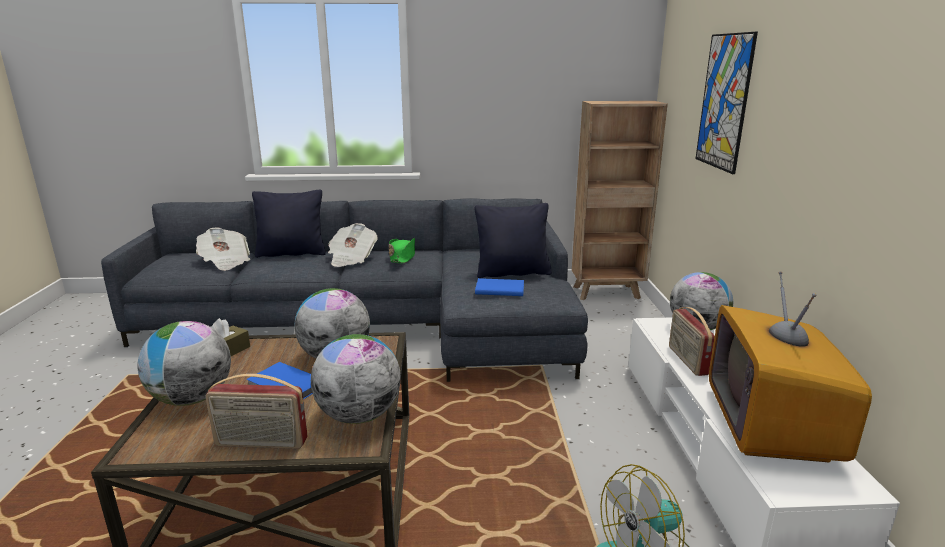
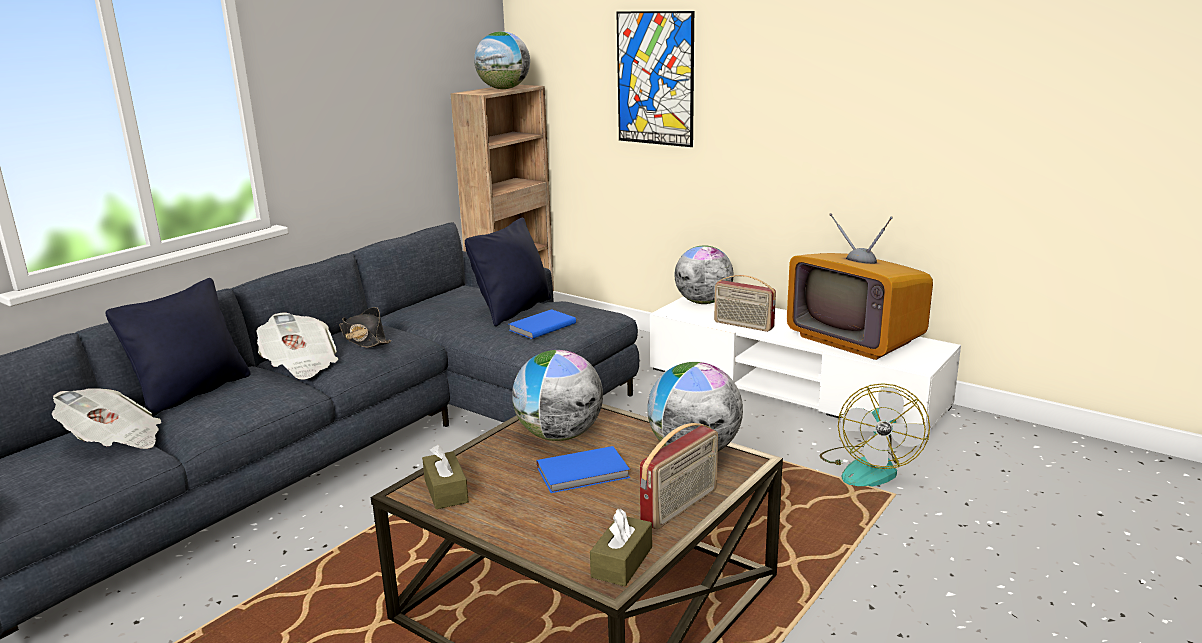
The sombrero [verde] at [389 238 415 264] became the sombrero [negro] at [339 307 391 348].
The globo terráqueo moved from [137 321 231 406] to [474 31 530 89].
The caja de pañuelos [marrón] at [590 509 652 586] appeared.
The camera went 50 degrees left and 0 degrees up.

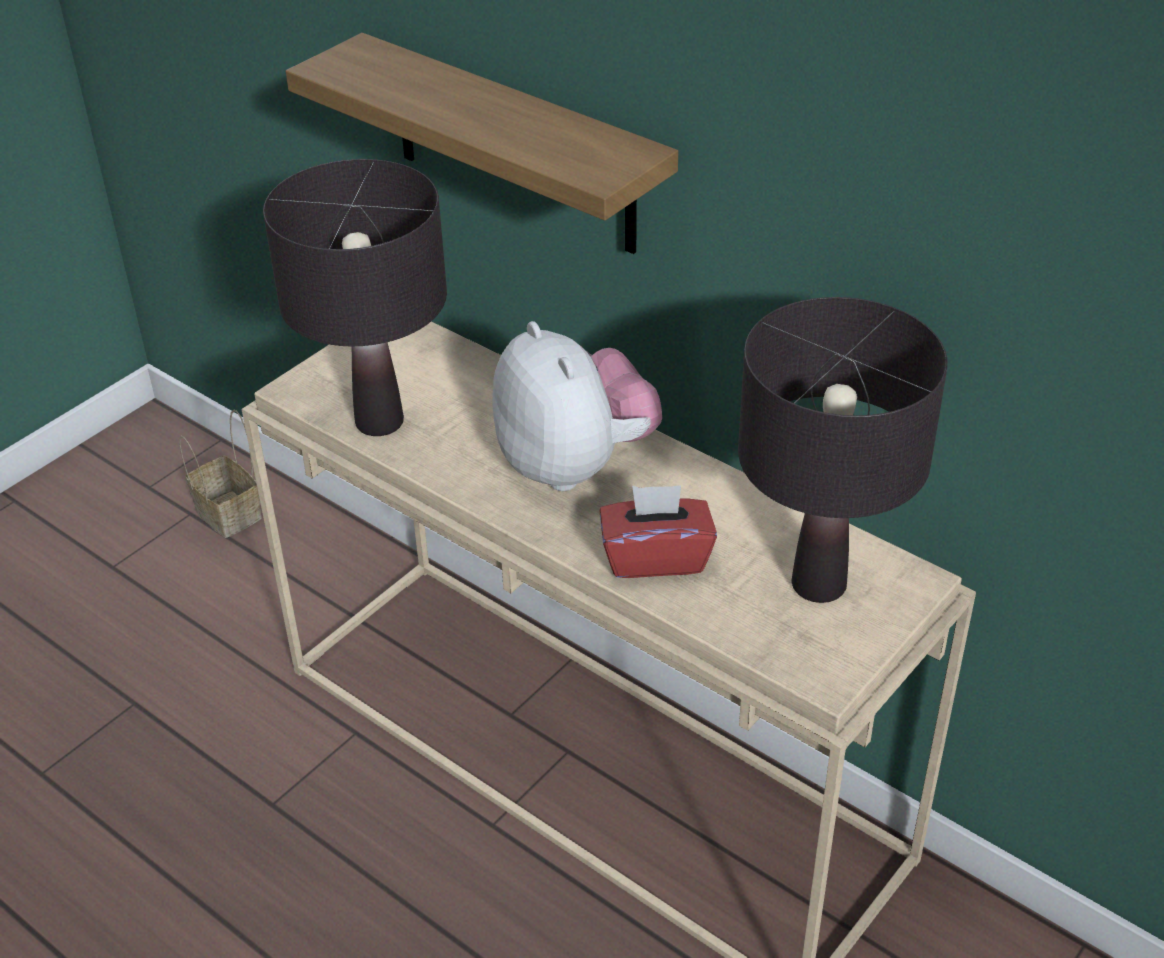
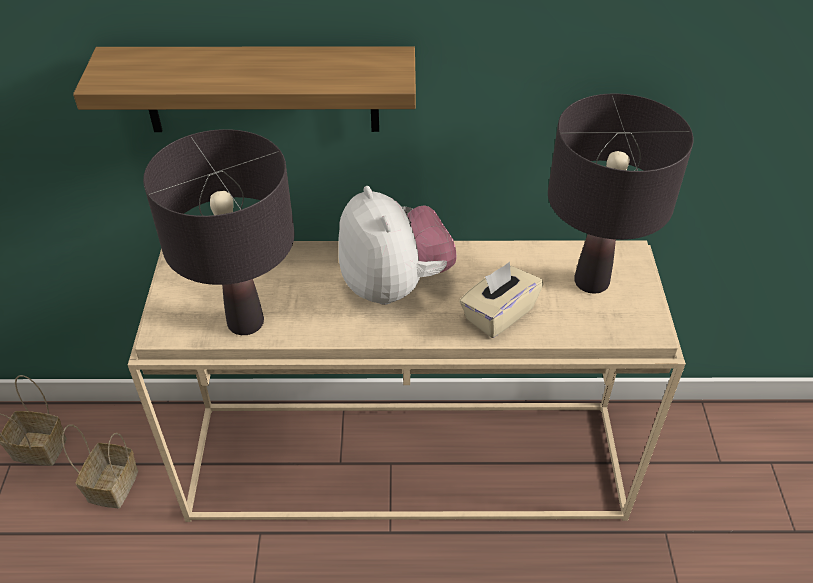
The peluche at [492 321 662 491] turned 45 degrees clockwise.
The caja de pañuelos [rojo] at [599 485 717 578] became the caja de pañuelos [beis] at [459 262 543 338].
The cesta at [62 424 138 508] appeared.
The camera went 40 degrees left and 5 degrees up.

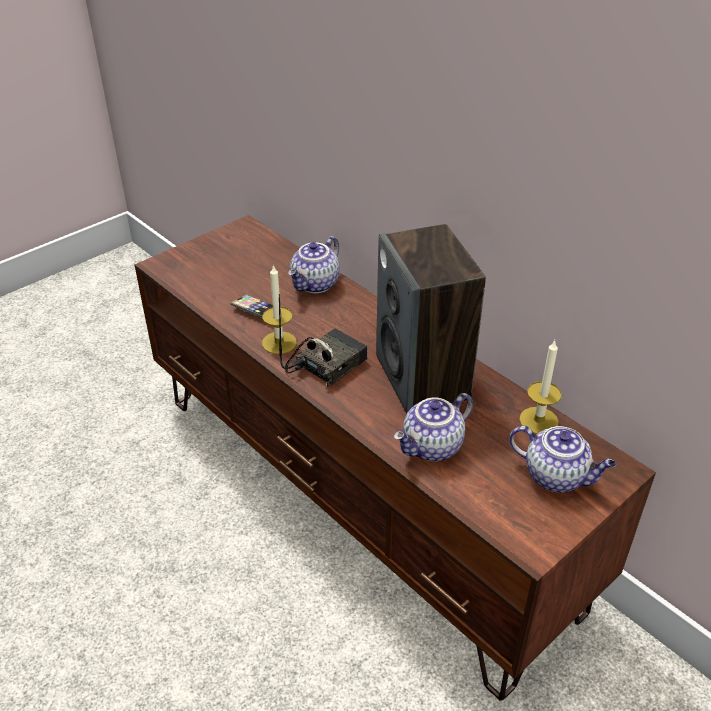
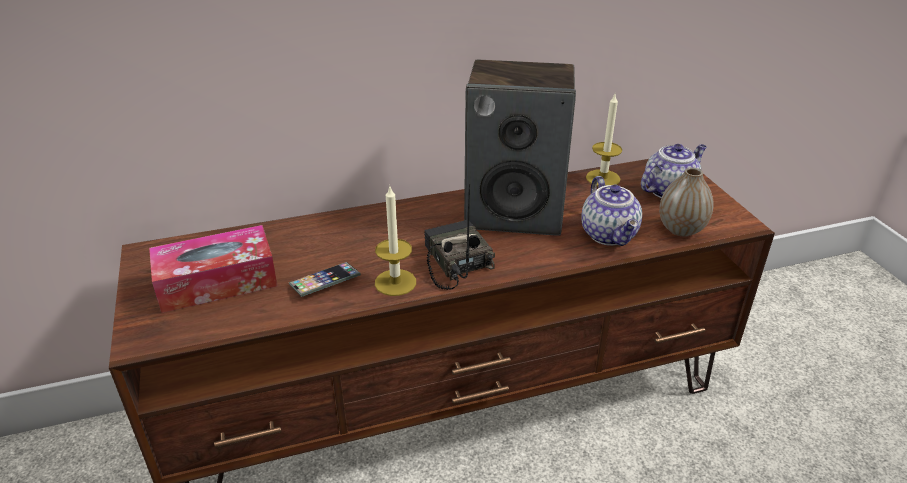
The tetera at [288 236 340 293] disappeared.
The florero at [659 167 714 237] appeared.
The caja de pañuelos at [149 225 278 313] appeared.
The camera went 65 degrees left and 5 degrees down.

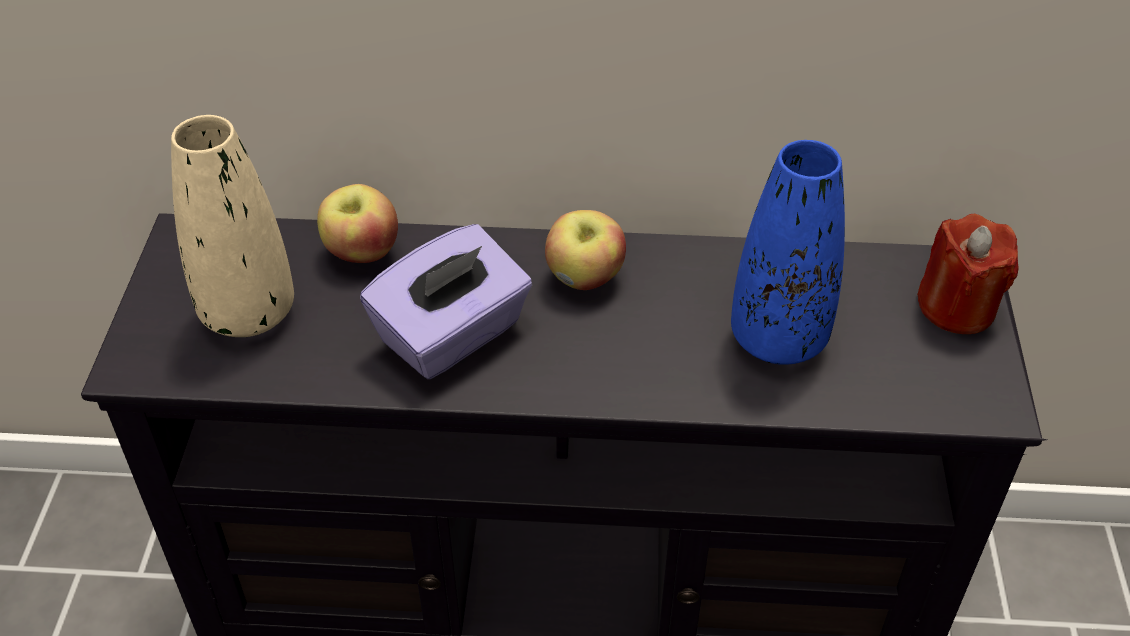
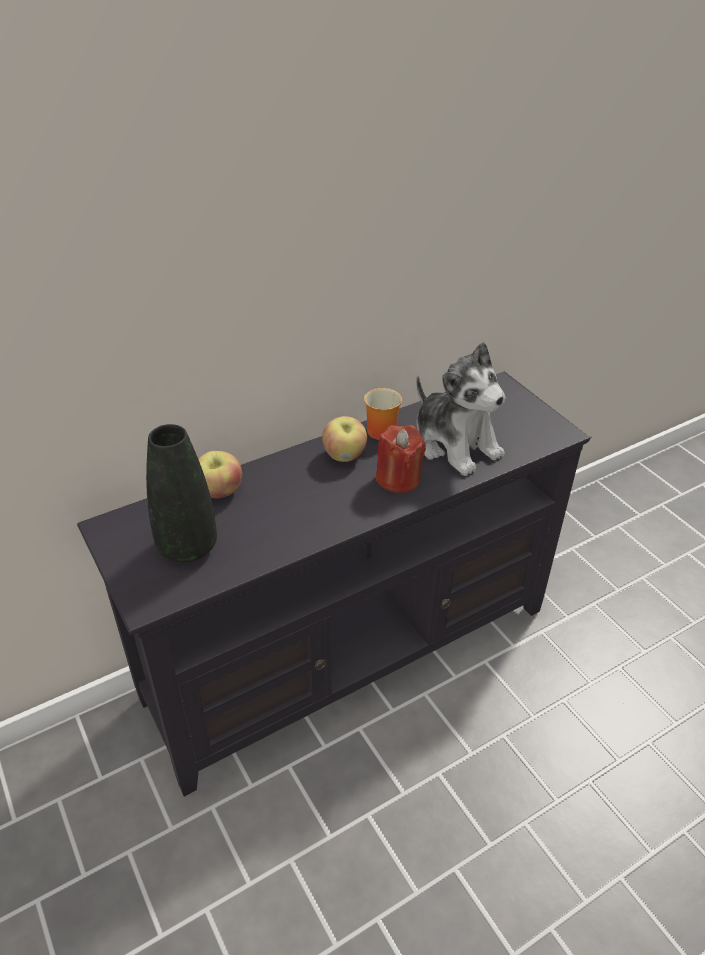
The florero [beis] at [171 115 294 337] became the florero [negro] at [146 424 217 562].
The florero [azul] at [731 140 845 365] was replaced by the peluche at [416 342 506 476].
The vela [rojo] moved from [917 214 1019 334] to [376 425 426 493].
The caja de pañuelos [morado] at [360 224 532 379] disappeared.
The taza grande at [364 388 402 440] appeared.
The camera went 35 degrees left and 5 degrees down.

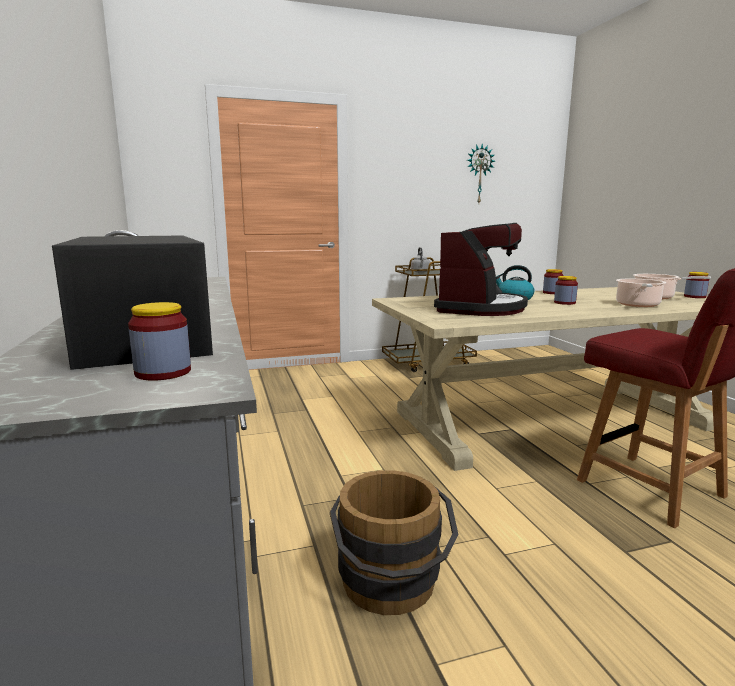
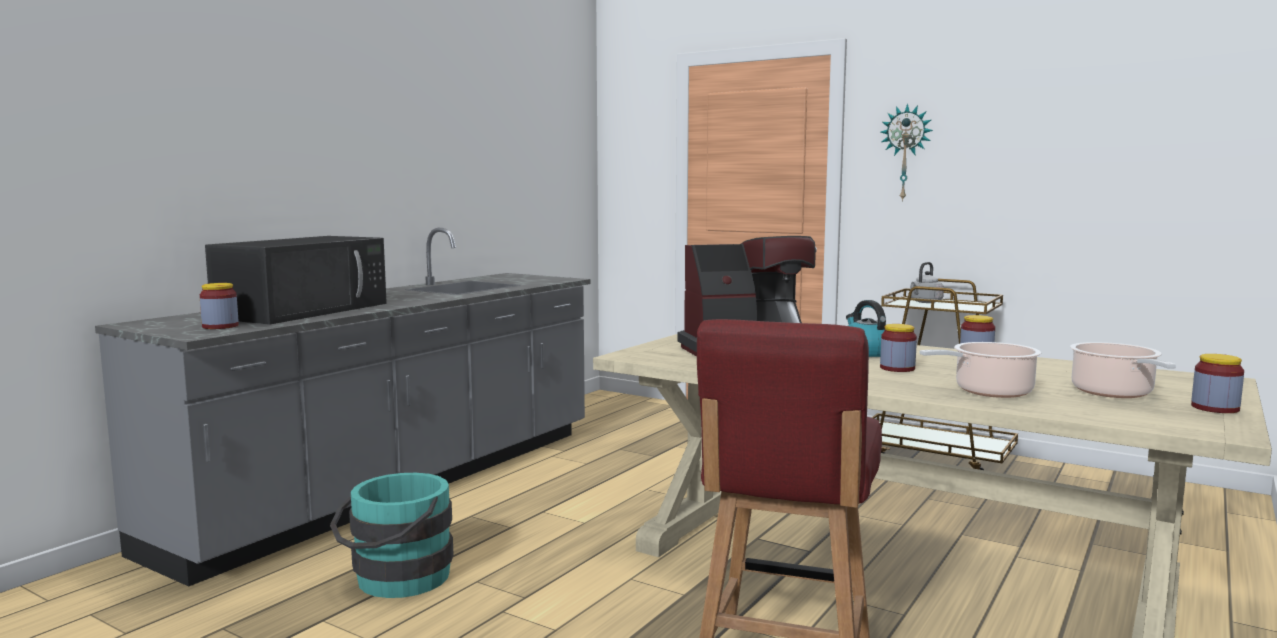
The reloj de pared moved from [467 144 495 203] to [881 103 933 202].
The cubo [marrón] at [330 470 458 615] became the cubo [turquesa] at [330 473 453 598].
The camera went 50 degrees right and 5 degrees down.

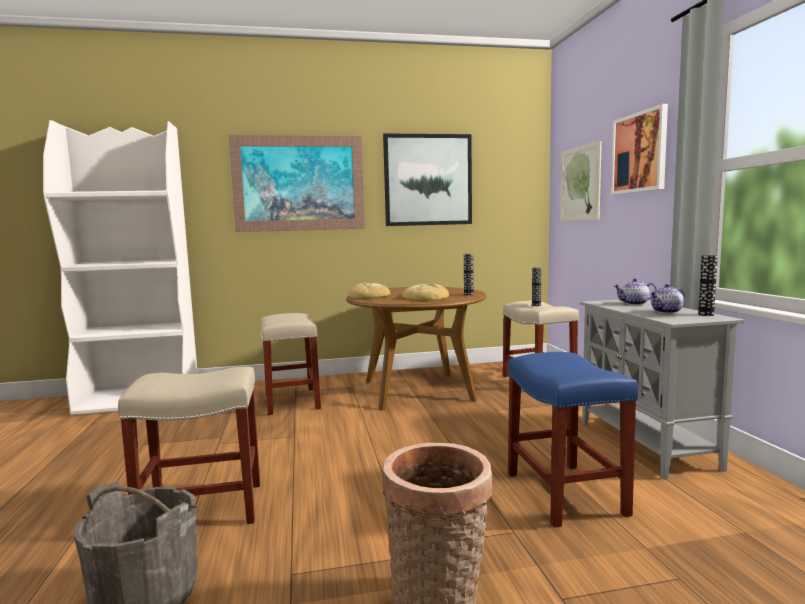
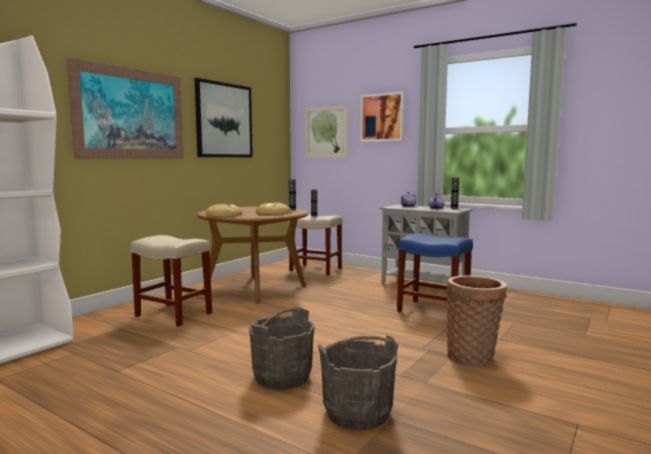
The taburete [beis] at [118 367 260 524] was replaced by the cubo [gris] at [249 307 315 390].
The camera went 45 degrees left and 0 degrees up.

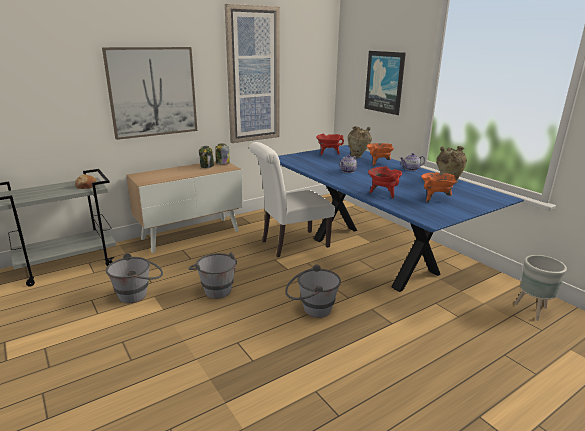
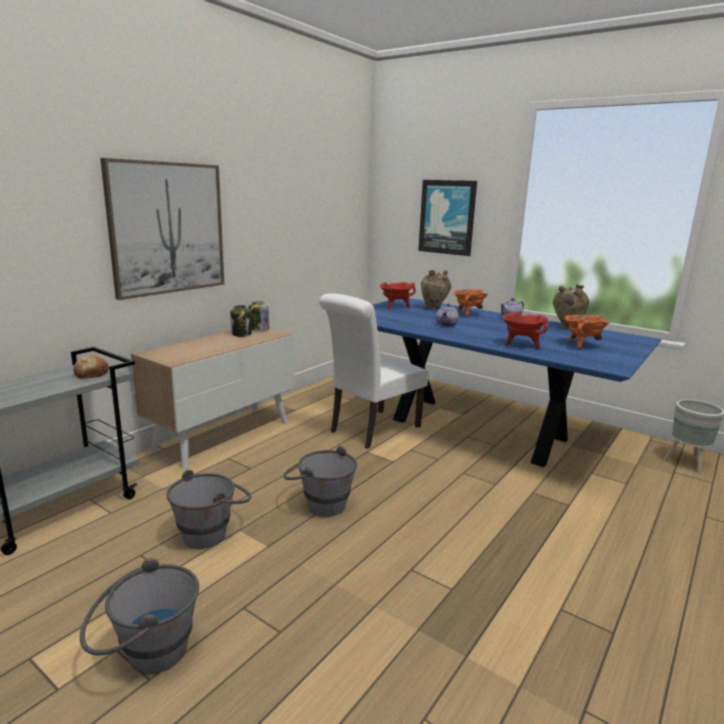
The cuadro at [225 4 280 143] disappeared.
The cubo [gris] moved from [285 264 341 318] to [80 558 199 674].
The camera went 20 degrees left and 5 degrees down.

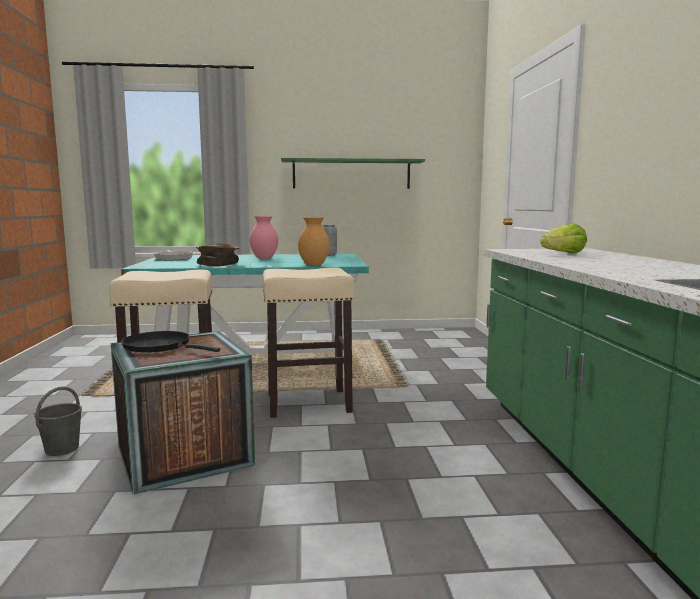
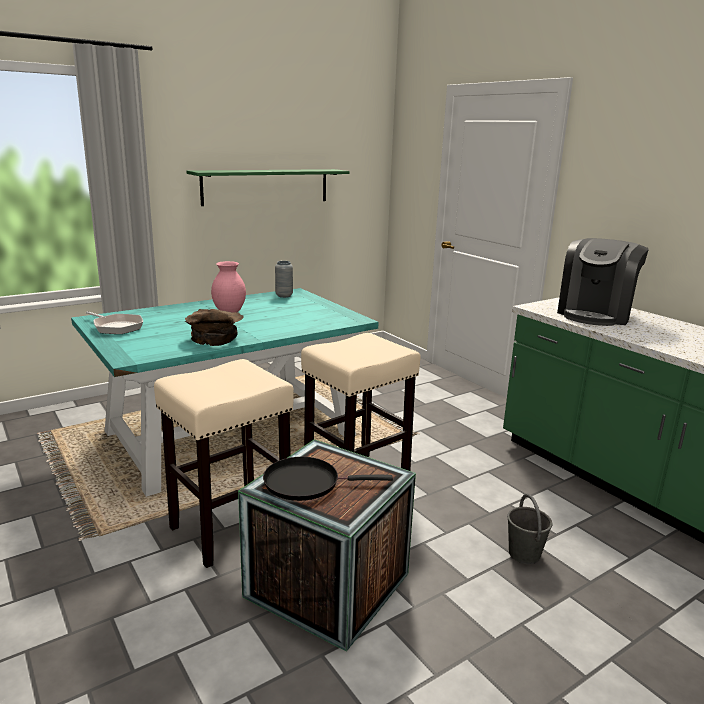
The florero [marrón] at [298 217 330 266] disappeared.
The lechuga at [540 223 587 254] was replaced by the cafetera at [557 238 649 326].
The cubo [gris] moved from [34 386 82 456] to [507 493 552 564].
The camera went 30 degrees left and 10 degrees up.

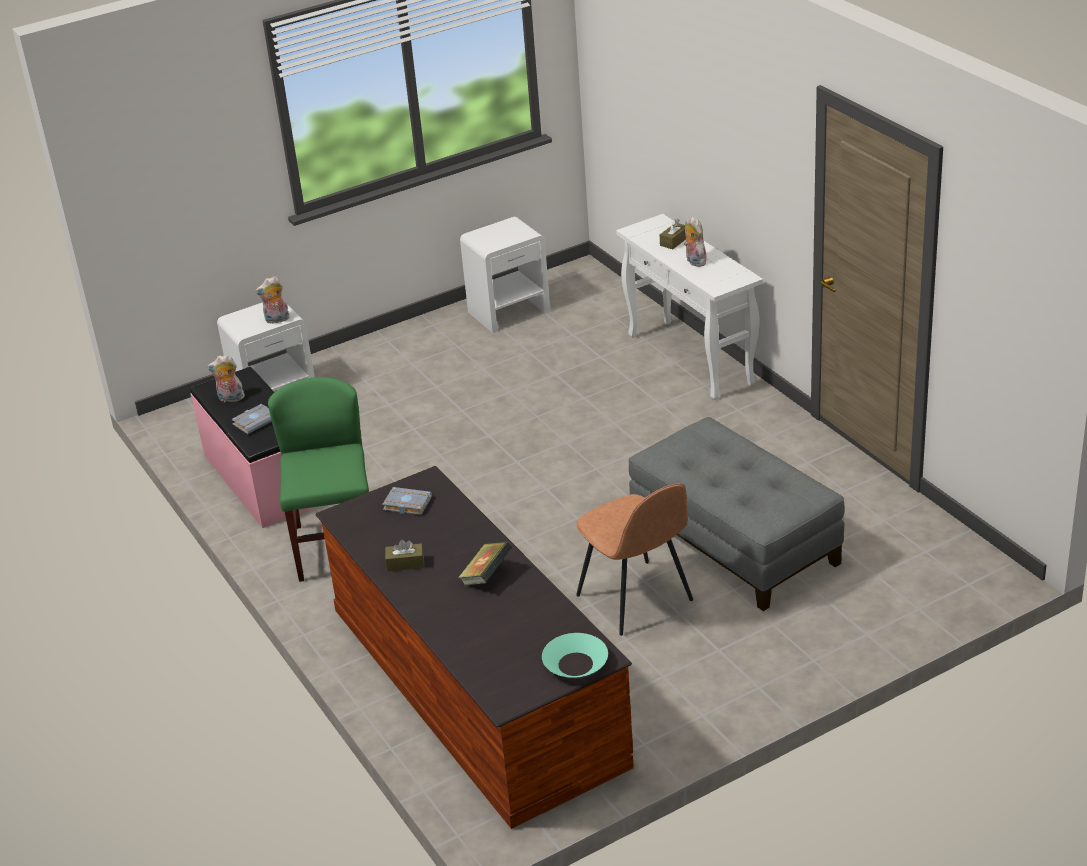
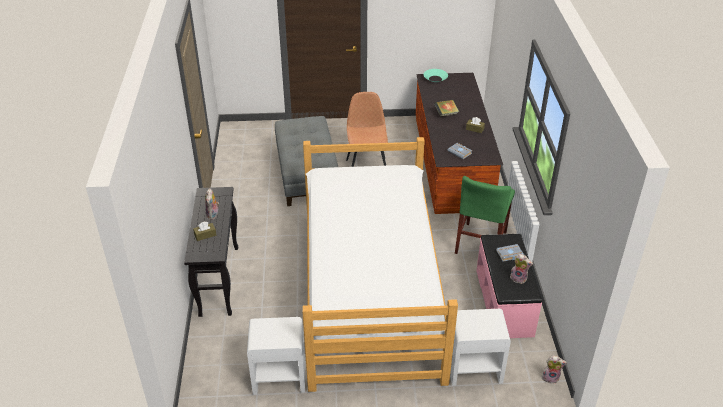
The mesa consola [blanco] at [616 214 763 400] became the mesa consola [negro] at [184 187 238 317].
The peluche moved from [255 276 290 324] to [542 355 567 384].
The cama at [302 137 458 392] appeared.
The camera went 155 degrees left and 5 degrees up.

